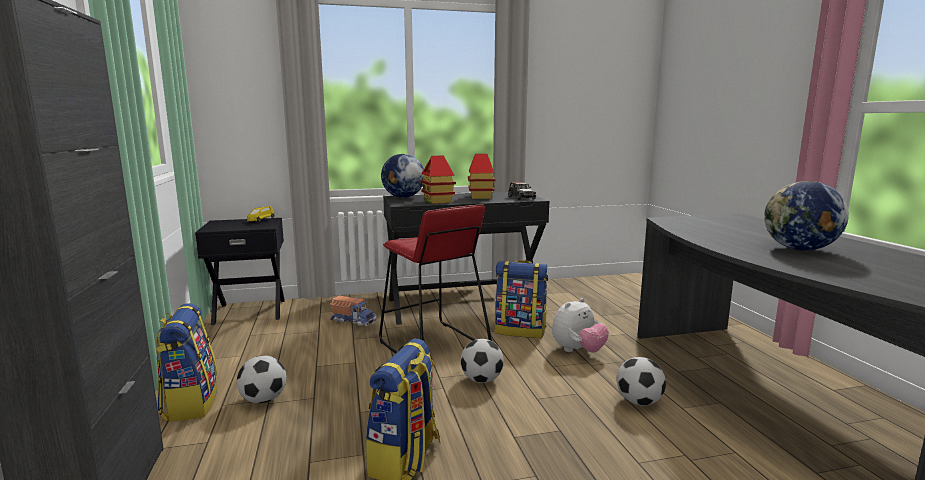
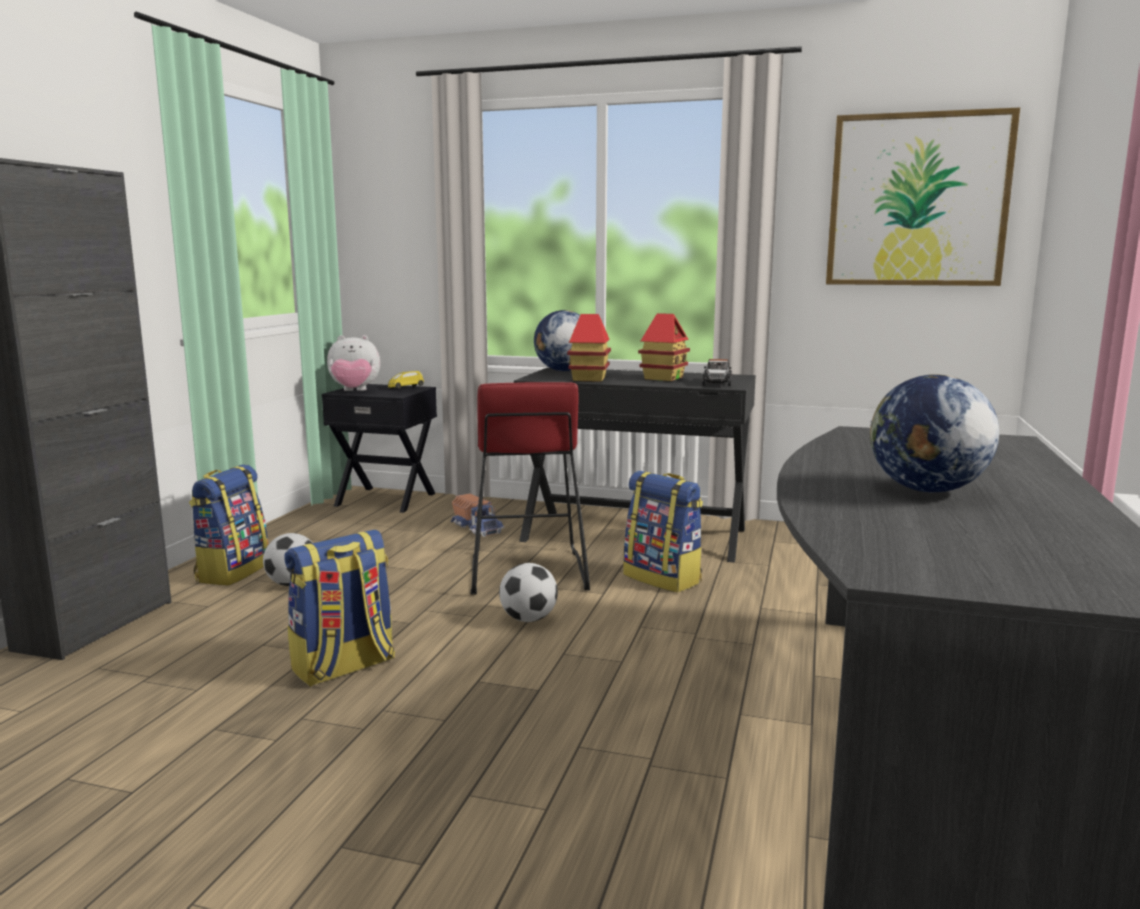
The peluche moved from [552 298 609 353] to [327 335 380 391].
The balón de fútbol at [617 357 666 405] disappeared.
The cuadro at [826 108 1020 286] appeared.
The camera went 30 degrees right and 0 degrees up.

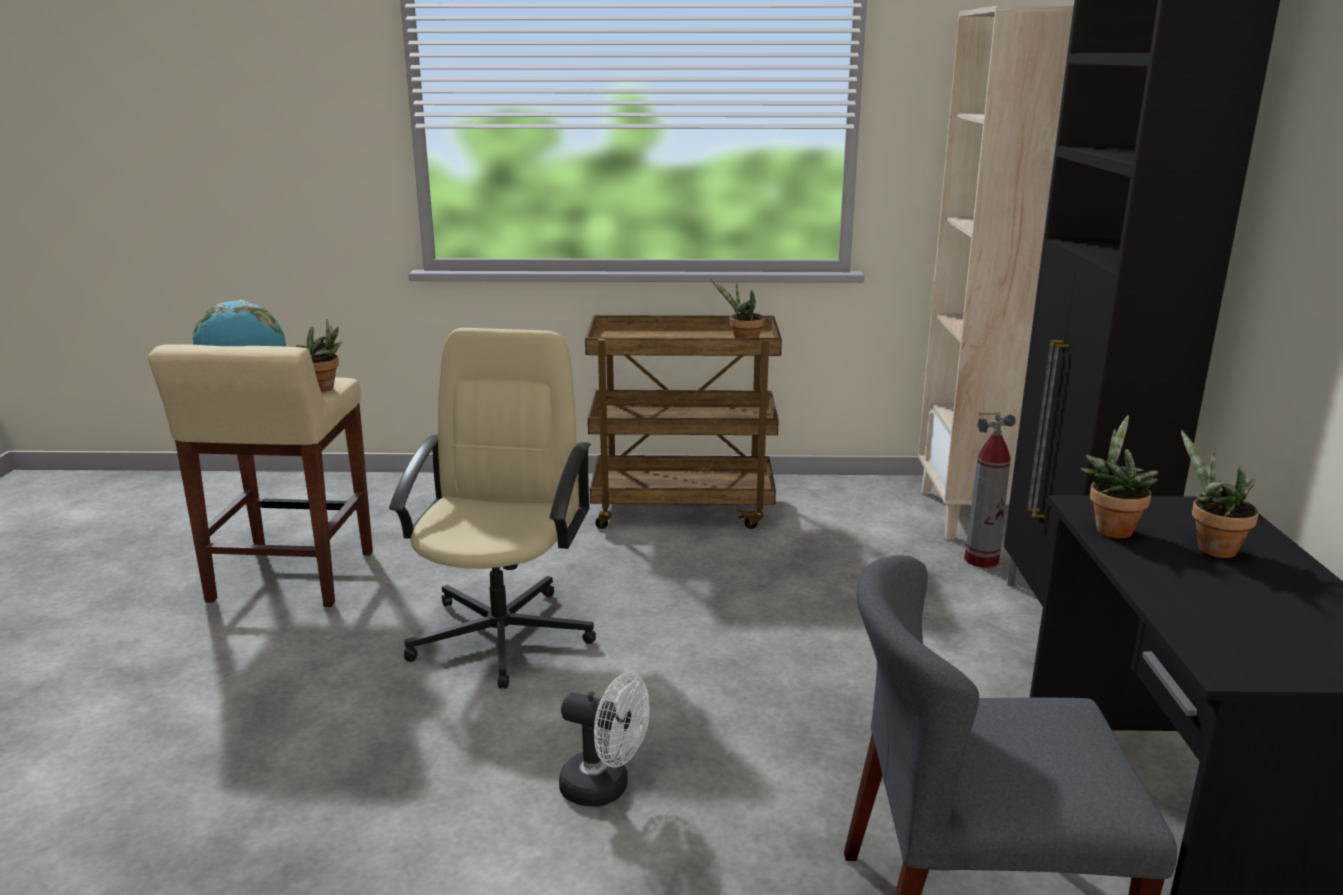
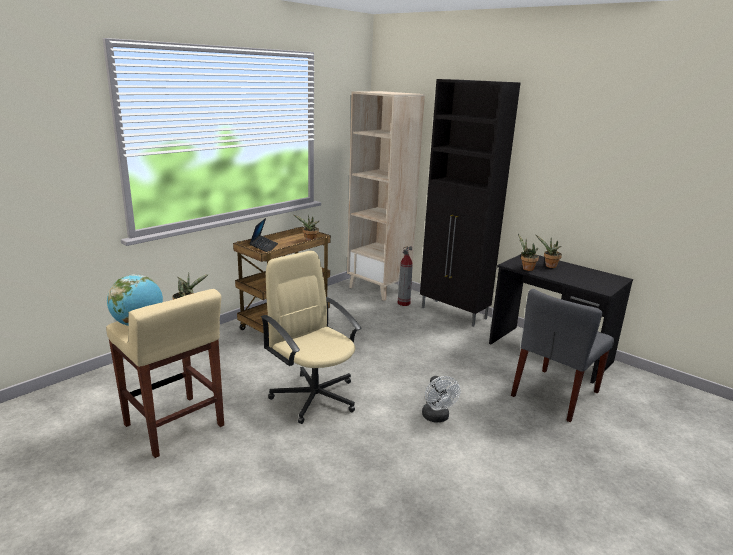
The ventilador [blanco] at [559 673 650 807] turned 105 degrees clockwise.
The portátil at [249 218 278 252] appeared.
The camera went 50 degrees left and 0 degrees up.

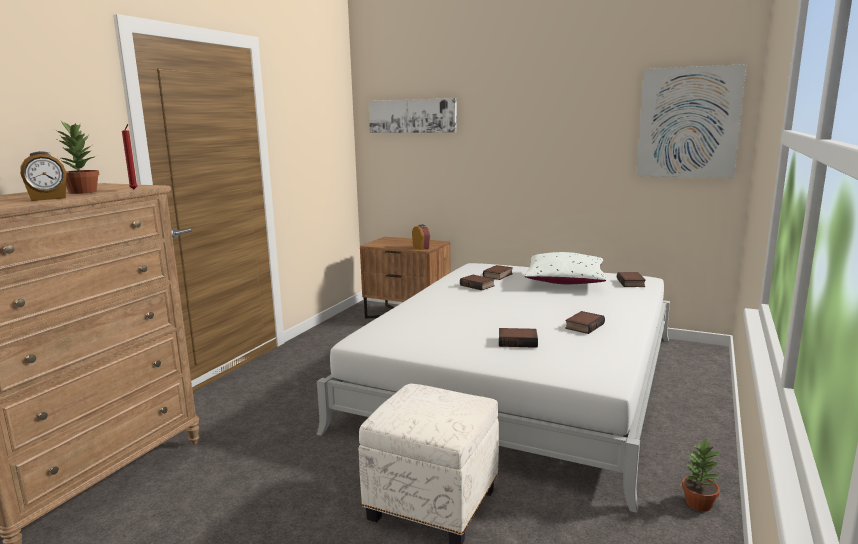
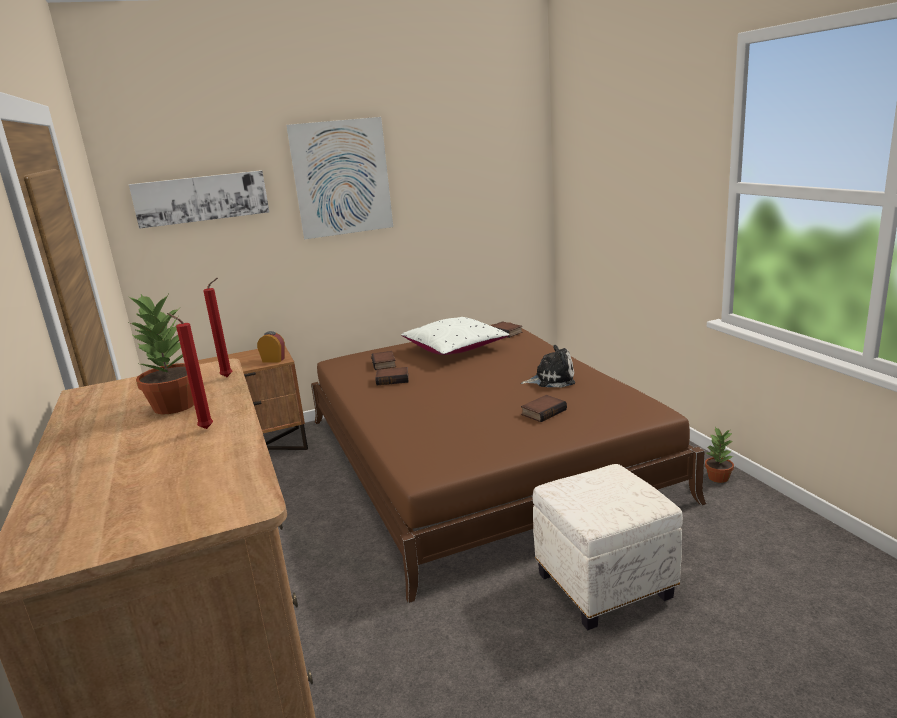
The cuadro moved from [636 64 746 178] to [286 117 393 239].
The despertador at [20 151 66 201] was replaced by the vela [rojo] at [167 313 213 429].
The cama [blanco] at [316 263 670 513] became the cama [marrón] at [311 322 706 603].
The libro at [565 311 605 334] was replaced by the peluche at [521 345 575 388].
The camera went 45 degrees left and 5 degrees up.

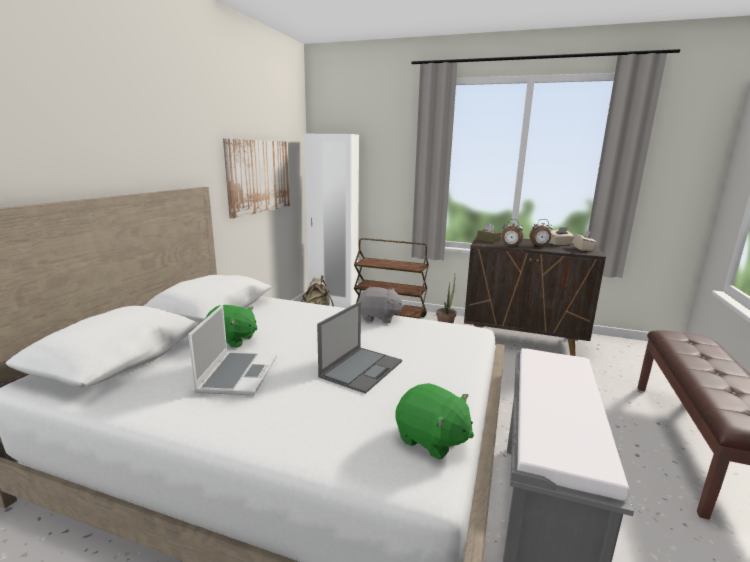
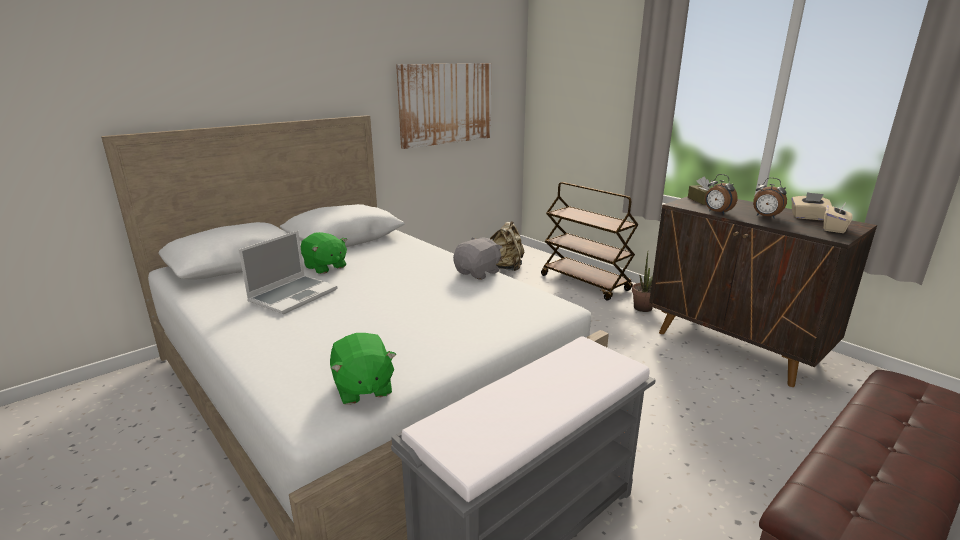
The armario ropero [blanco] at [304 134 359 308] disappeared.
The peluche [gris] at [359 287 404 323] turned 90 degrees counterclockwise.
The portátil at [317 302 402 394] disappeared.
The camera went 30 degrees right and 5 degrees up.

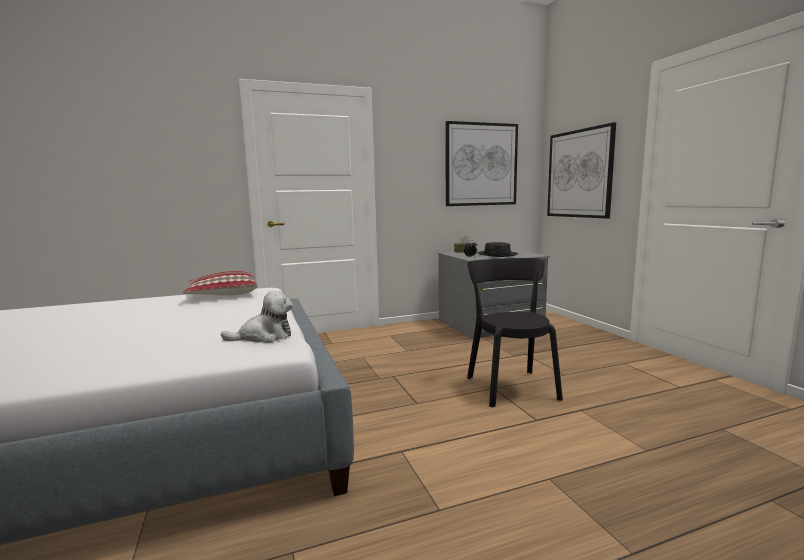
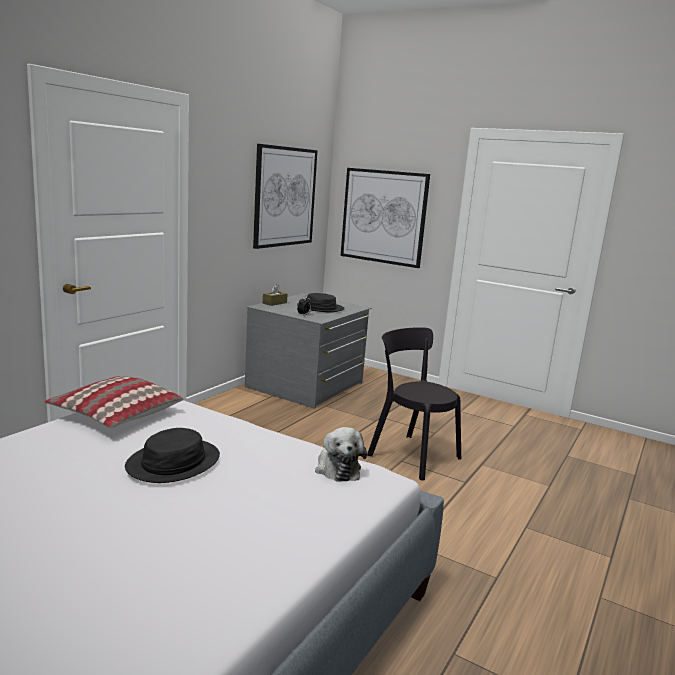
The peluche at [221 291 293 343] turned 135 degrees clockwise.
The sombrero [negro] at [125 428 220 483] appeared.
The camera went 40 degrees left and 5 degrees up.

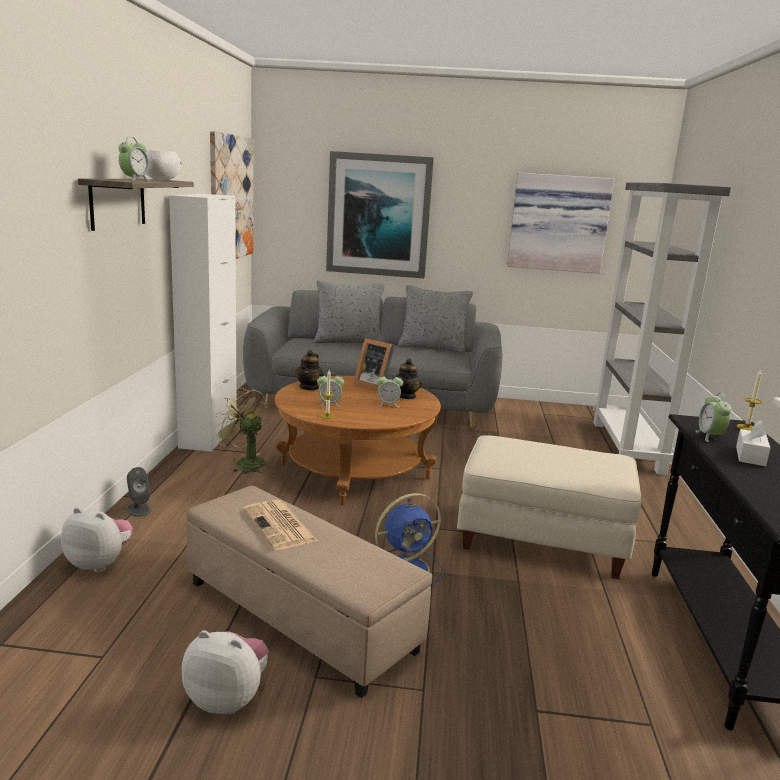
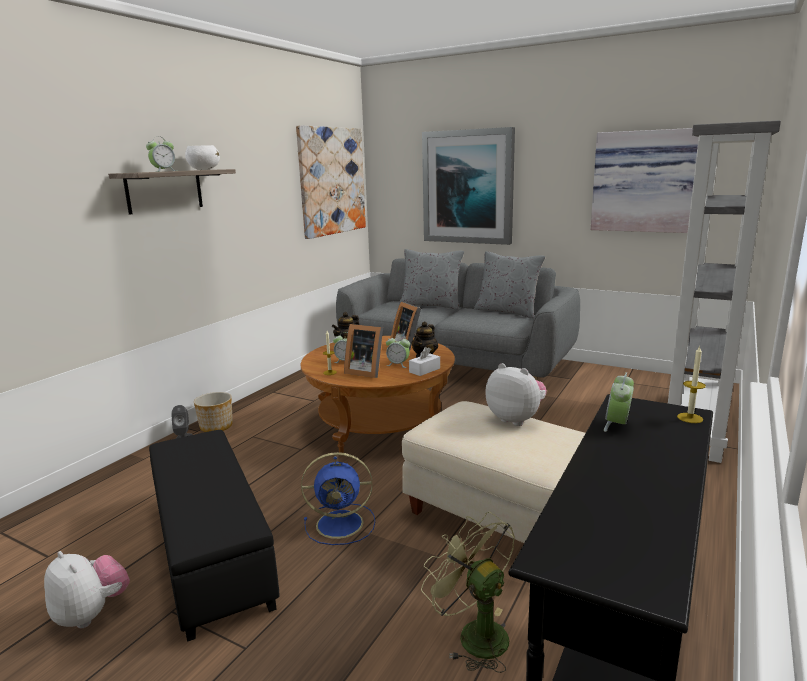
The armario [blanco] at [169 194 237 452] disappeared.
The ventilador [verde] moved from [213 388 266 474] to [421 512 515 673].
The caja de pañuelos [blanco] moved from [736 421 770 466] to [409 347 440 376].
The puf [beis] at [186 486 432 698] became the puf [negro] at [149 430 280 642].
The periódico at [243 500 318 550] disappeared.
The peluche moved from [61 507 133 573] to [486 363 547 426].
The portarretratos at [344 324 383 378] appeared.
The maceta at [194 392 233 432] appeared.
The camera went 25 degrees right and 0 degrees up.

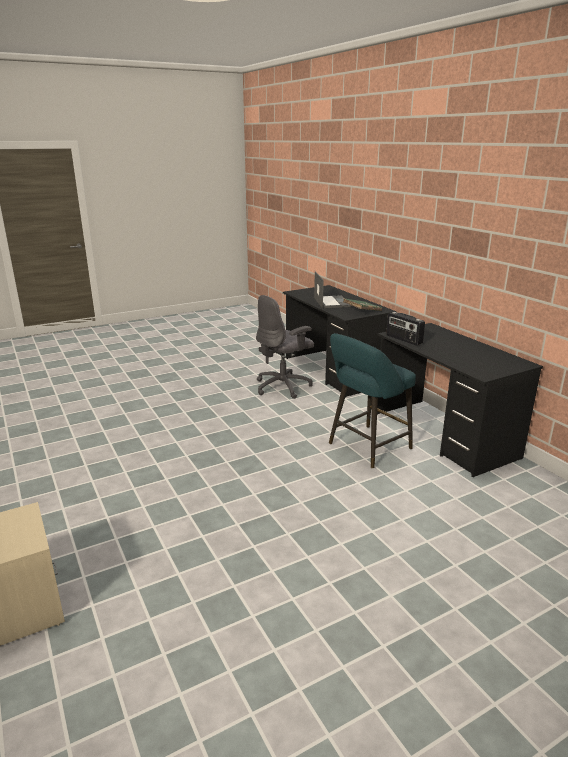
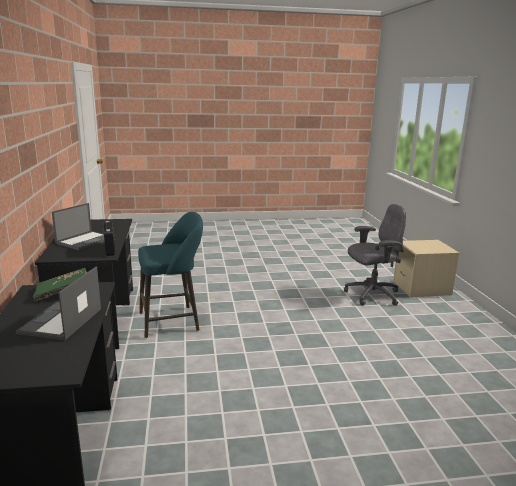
The silla de oficina [gris] moved from [256 295 314 399] to [344 204 406 306].
The portátil at [52 203 105 250] appeared.
The camera went 160 degrees left and 5 degrees down.

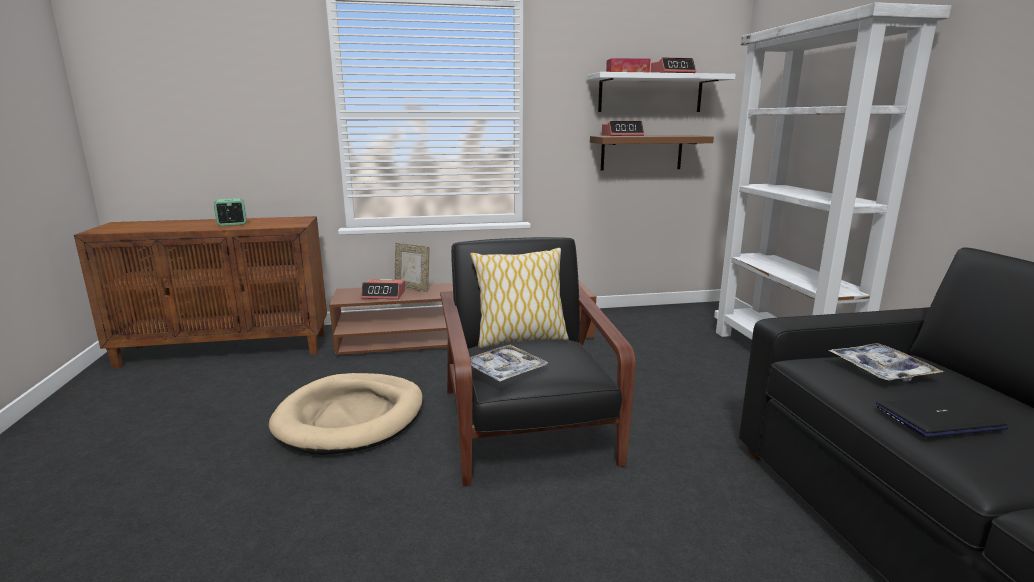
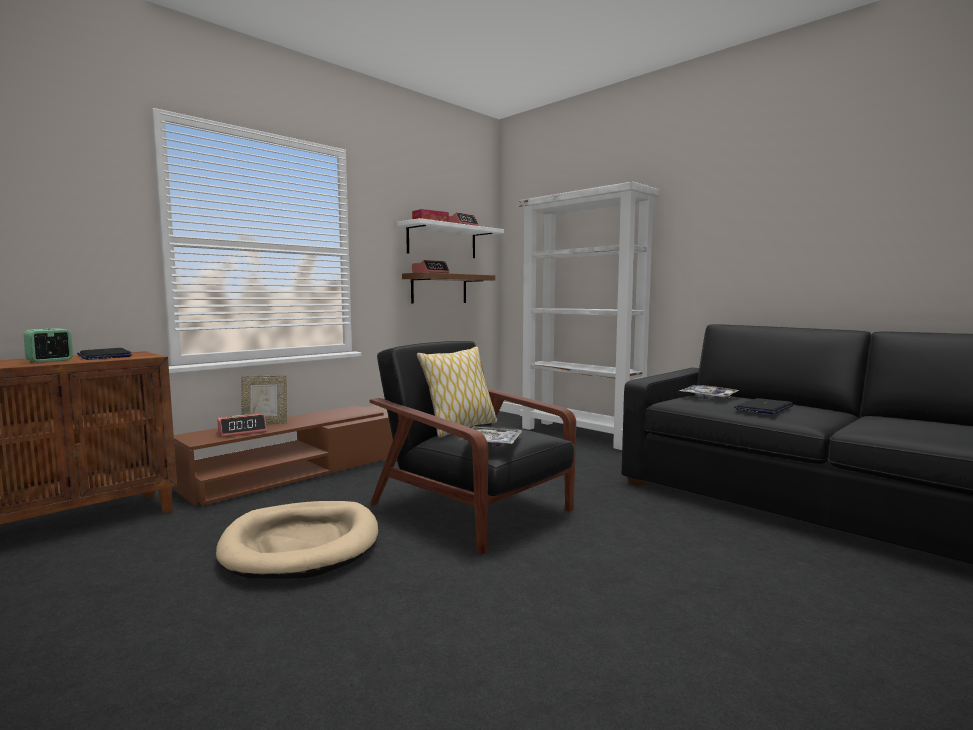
The portátil at [77 348 132 360] appeared.
The camera went 35 degrees left and 10 degrees down.

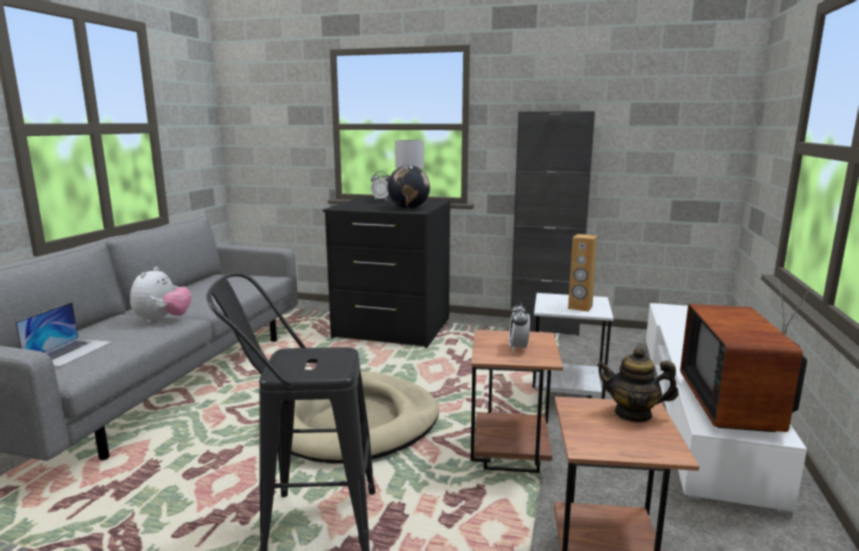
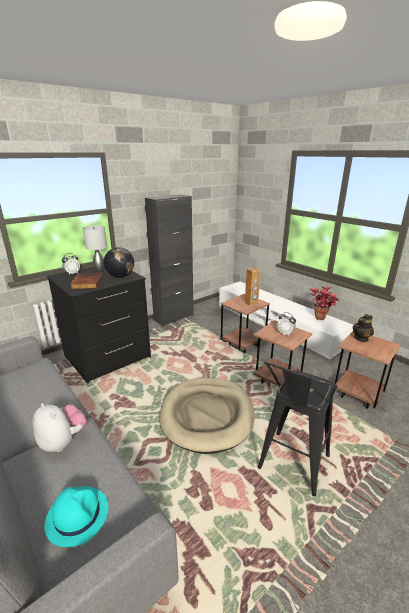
The televisor at [680 277 810 432] was replaced by the planta en maceta at [309 286 339 320].
The mesa auxiliar [blanco] at [533 293 614 399] became the mesa auxiliar [marrón] at [221 294 270 353].
The portátil at [15 302 112 367] was replaced by the sombrero [turquesa] at [45 486 108 547].
The libro at [70 273 103 289] appeared.
The camera went 55 degrees left and 10 degrees up.

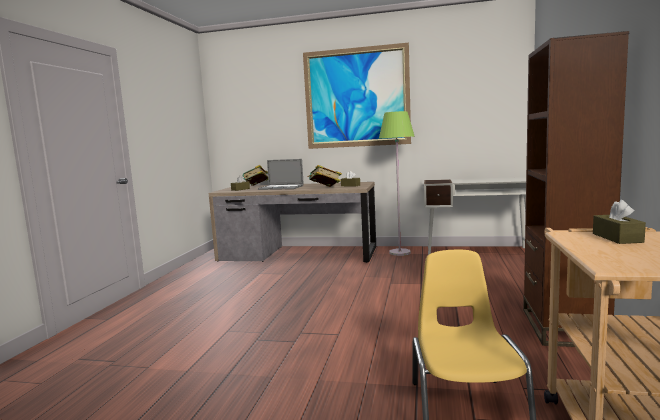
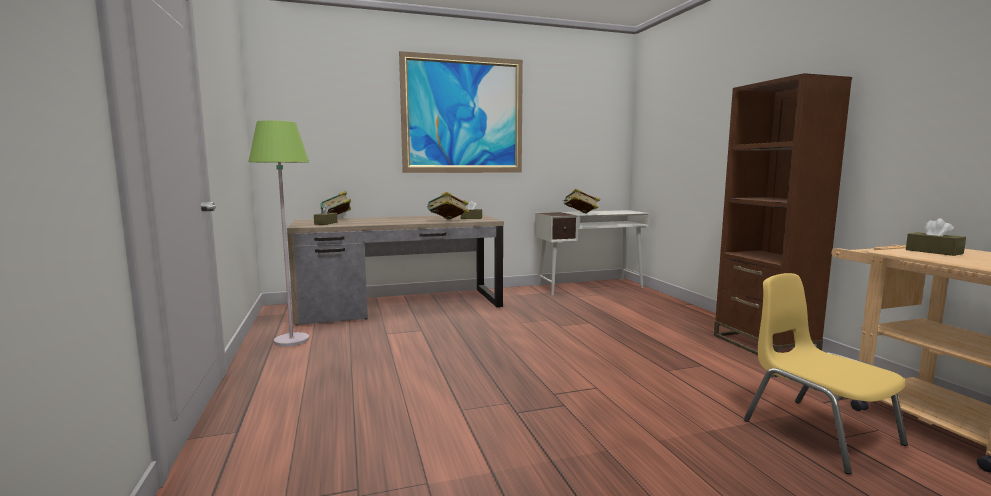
The lámpara de pie [verde] moved from [379 111 415 256] to [248 120 309 347].
The portátil at [258 159 304 190] disappeared.
The libro at [563 189 600 213] appeared.
The camera went 30 degrees left and 0 degrees up.

